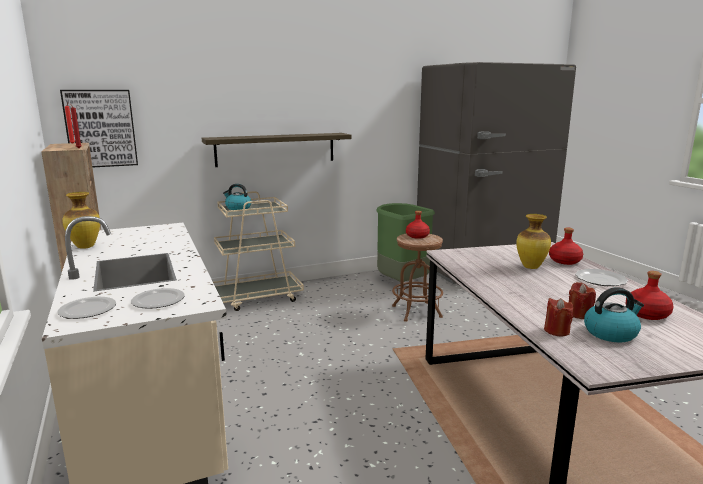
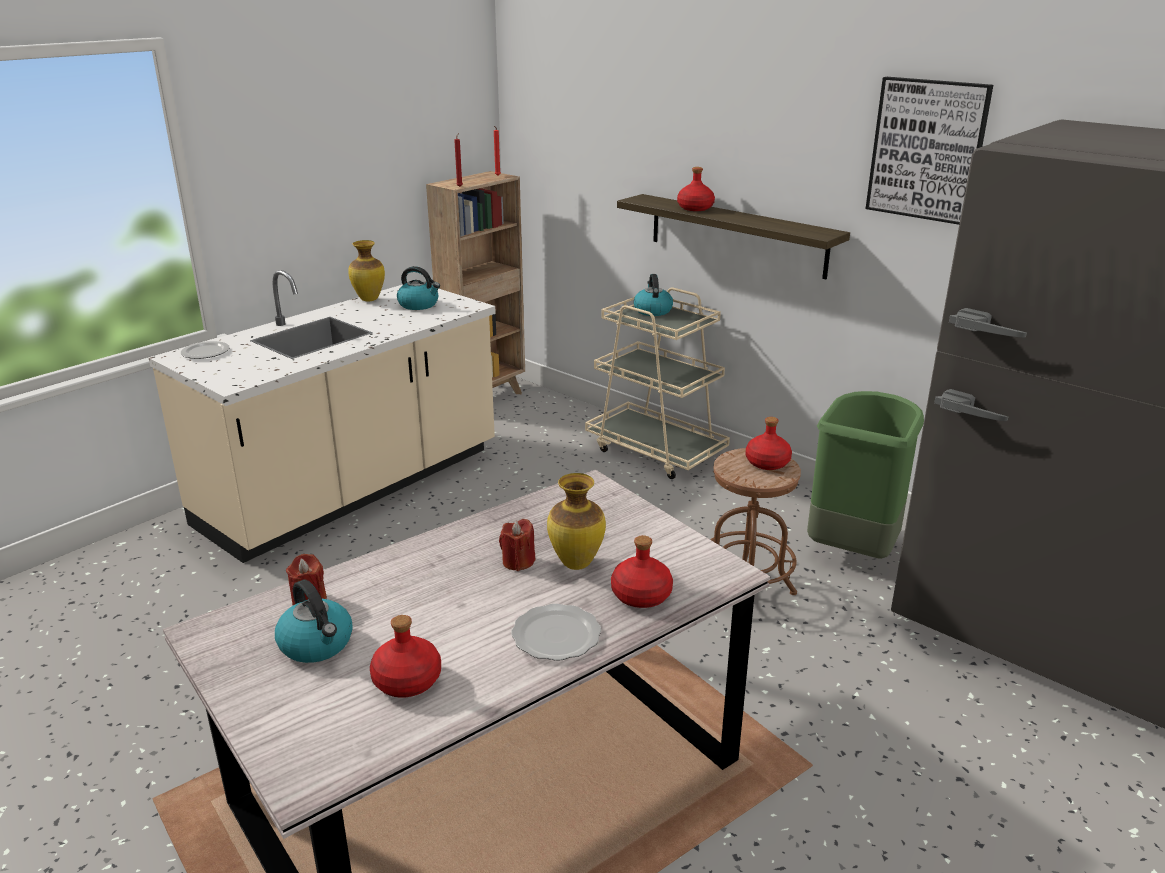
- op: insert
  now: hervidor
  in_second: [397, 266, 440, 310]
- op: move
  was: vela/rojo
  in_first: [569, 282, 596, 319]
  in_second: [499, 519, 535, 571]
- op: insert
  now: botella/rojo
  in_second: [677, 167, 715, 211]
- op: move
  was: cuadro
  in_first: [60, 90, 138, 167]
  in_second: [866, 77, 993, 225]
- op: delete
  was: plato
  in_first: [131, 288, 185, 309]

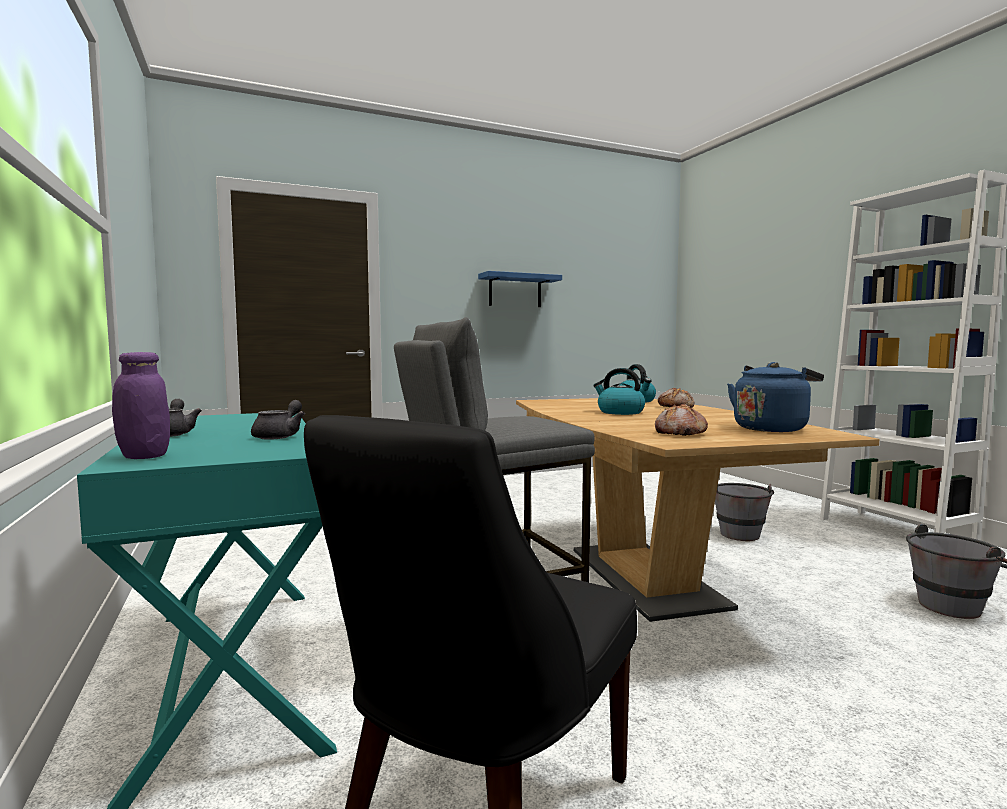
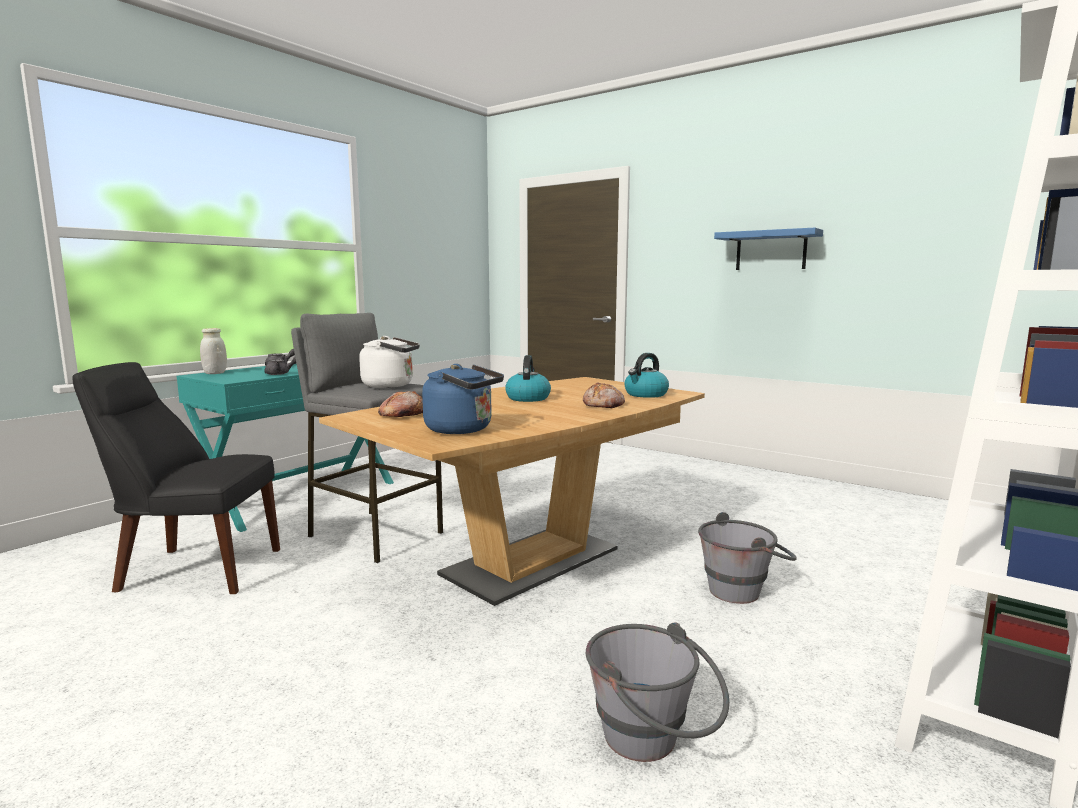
- op: recolor
  was: tarro/morado
  now: tarro/blanco
  in_first: [112, 352, 170, 459]
  in_second: [200, 328, 227, 374]
- op: insert
  now: hervidor/blanco
  in_second: [359, 336, 420, 388]

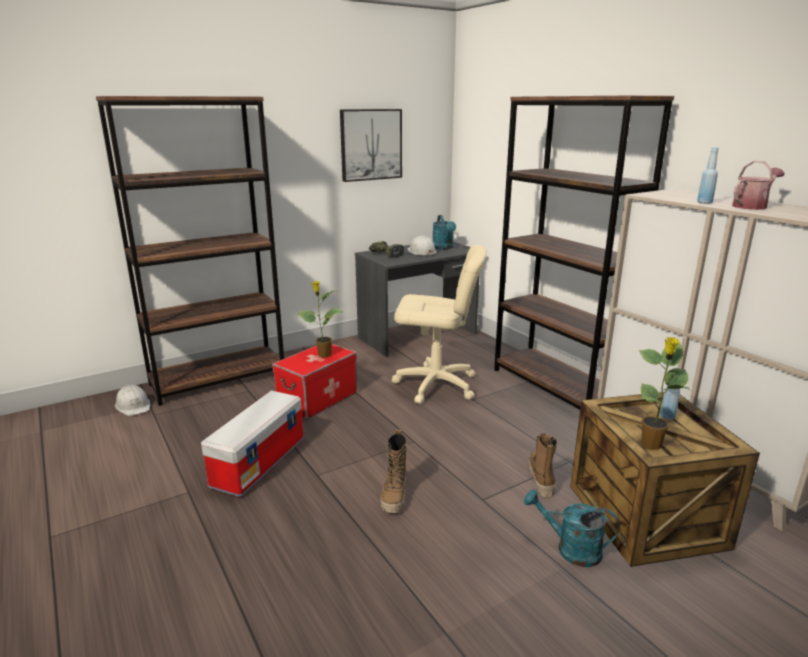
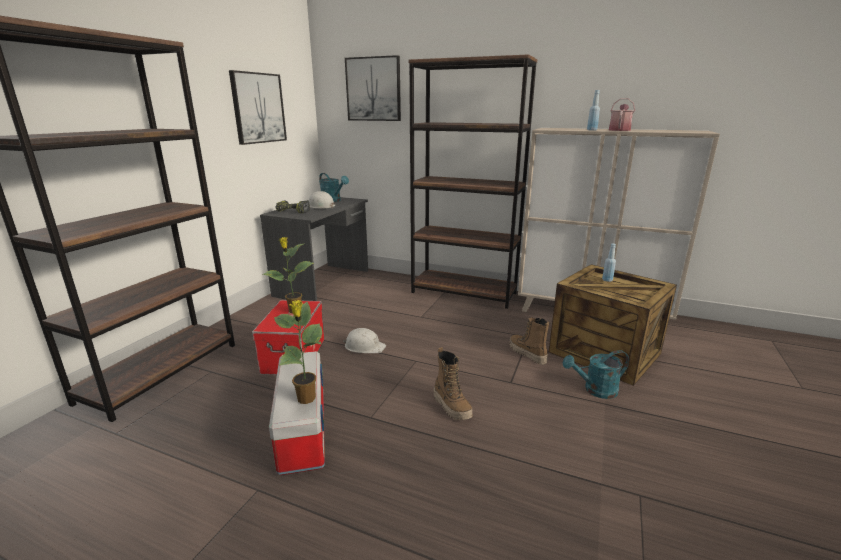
- op: move
  was: planta en maceta
  in_first: [639, 337, 690, 450]
  in_second: [274, 300, 323, 404]
- op: move
  was: casco/blanco
  in_first: [115, 385, 150, 416]
  in_second: [343, 328, 386, 353]
- op: insert
  now: cuadro
  in_second: [345, 55, 401, 121]
- op: delete
  was: silla de oficina/beis
  in_first: [392, 245, 487, 404]

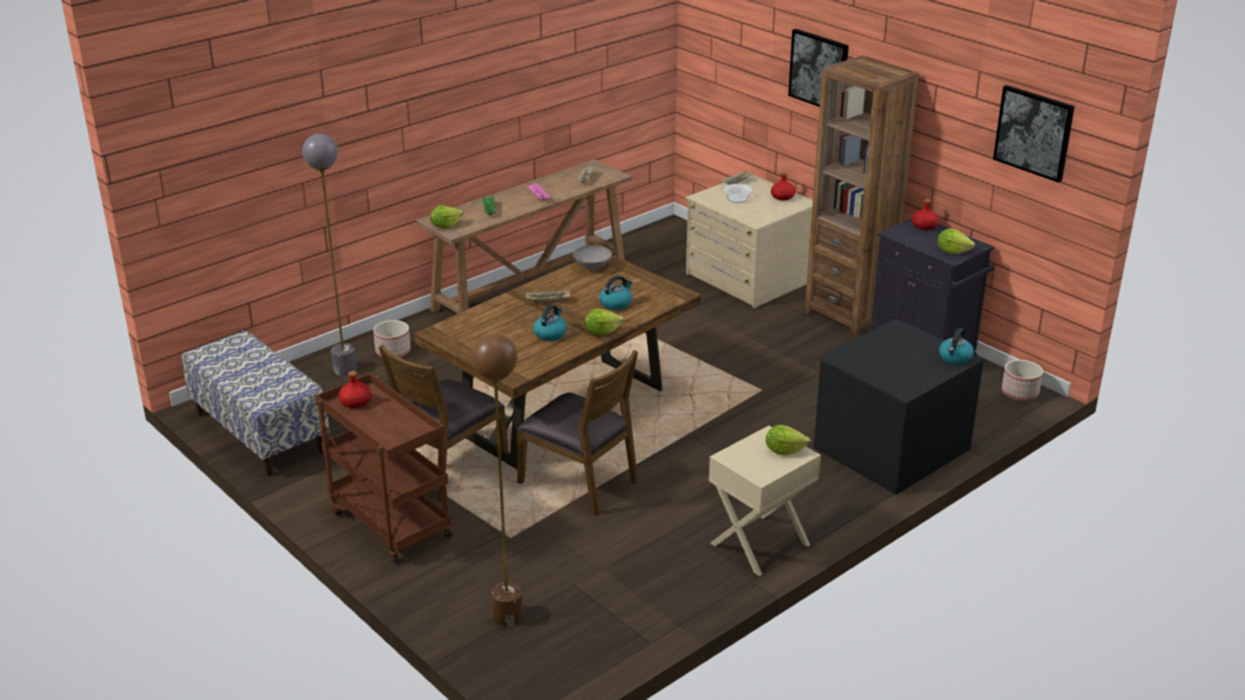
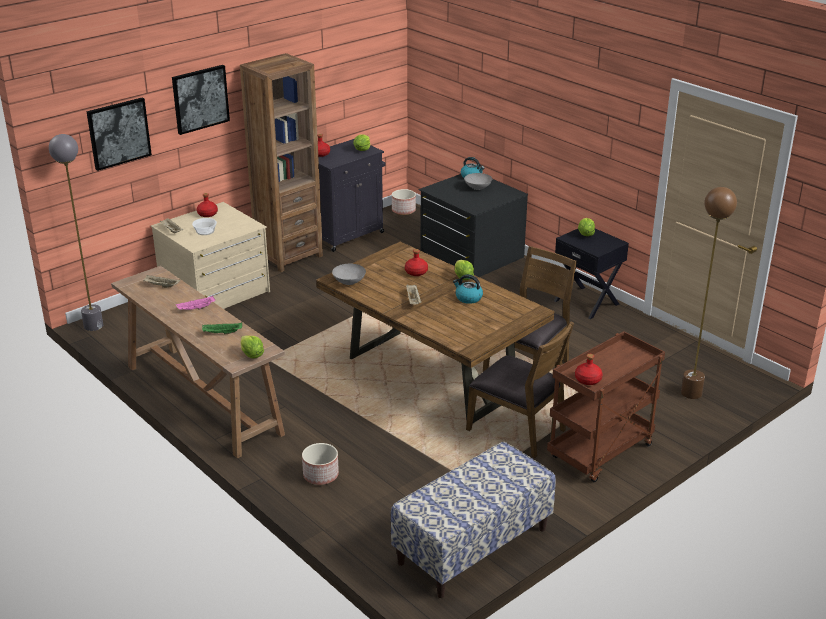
- op: move
  was: lámpara de pie/gris
  in_first: [302, 134, 357, 376]
  in_second: [49, 134, 103, 331]
- op: move
  was: cuadro
  in_first: [993, 85, 1075, 183]
  in_second: [86, 97, 152, 171]
- op: replace
  was: hervidor
  now: botella/rojo
  in_first: [600, 275, 632, 310]
  in_second: [405, 249, 428, 276]
- op: insert
  now: cuenco/gris
  in_second: [464, 173, 492, 190]
- op: recolor
  was: mesita de noche/beis
  now: mesita de noche/negro
  in_first: [709, 426, 821, 576]
  in_second: [554, 229, 629, 319]

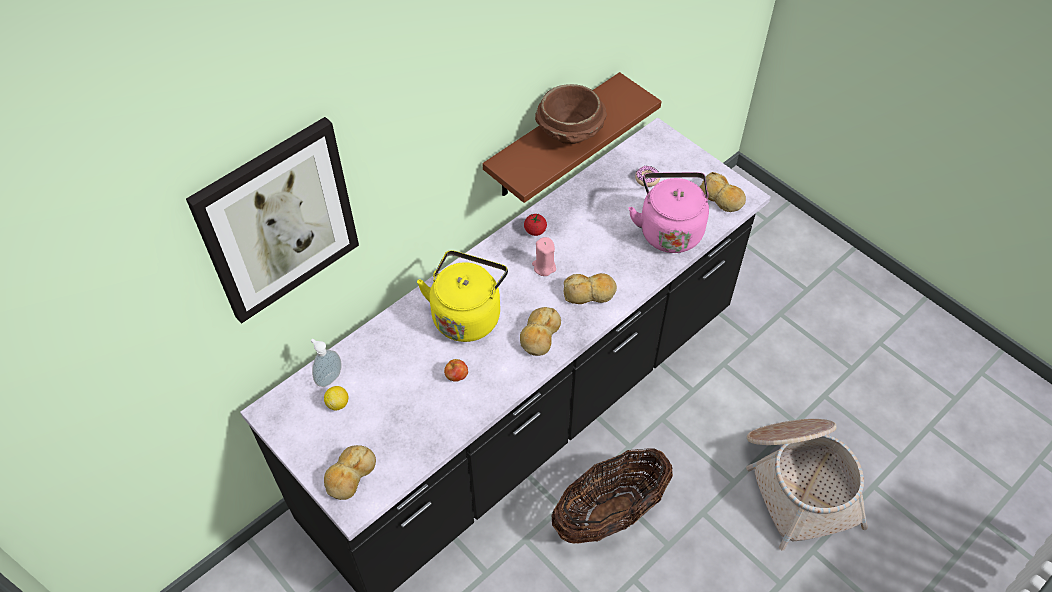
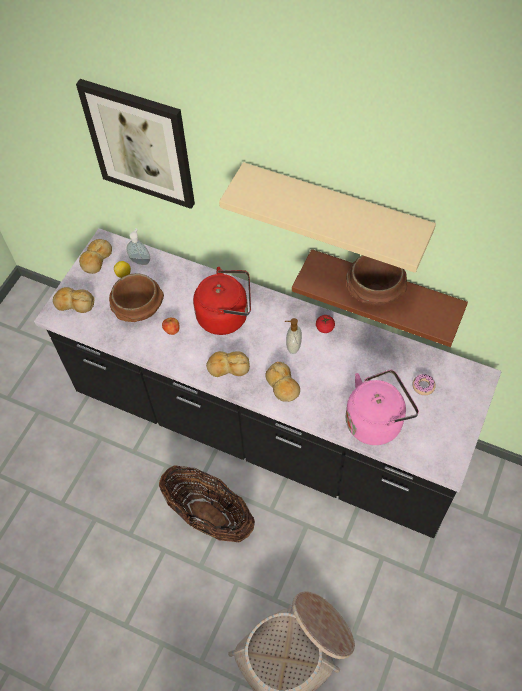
- op: move
  was: pan
  in_first: [700, 172, 746, 212]
  in_second: [79, 239, 112, 274]
- op: insert
  now: cuenco/marrón
  in_second: [109, 273, 164, 322]
- op: recolor
  was: hervidor/amarillo
  now: hervidor/rojo
  in_first: [417, 250, 508, 342]
  in_second: [193, 267, 251, 335]
- op: insert
  now: estante/beis
  in_second: [219, 162, 436, 273]
- op: replace
  was: vela/rosa
  now: dispensador de jabón
  in_first: [532, 237, 556, 276]
  in_second: [285, 318, 302, 354]

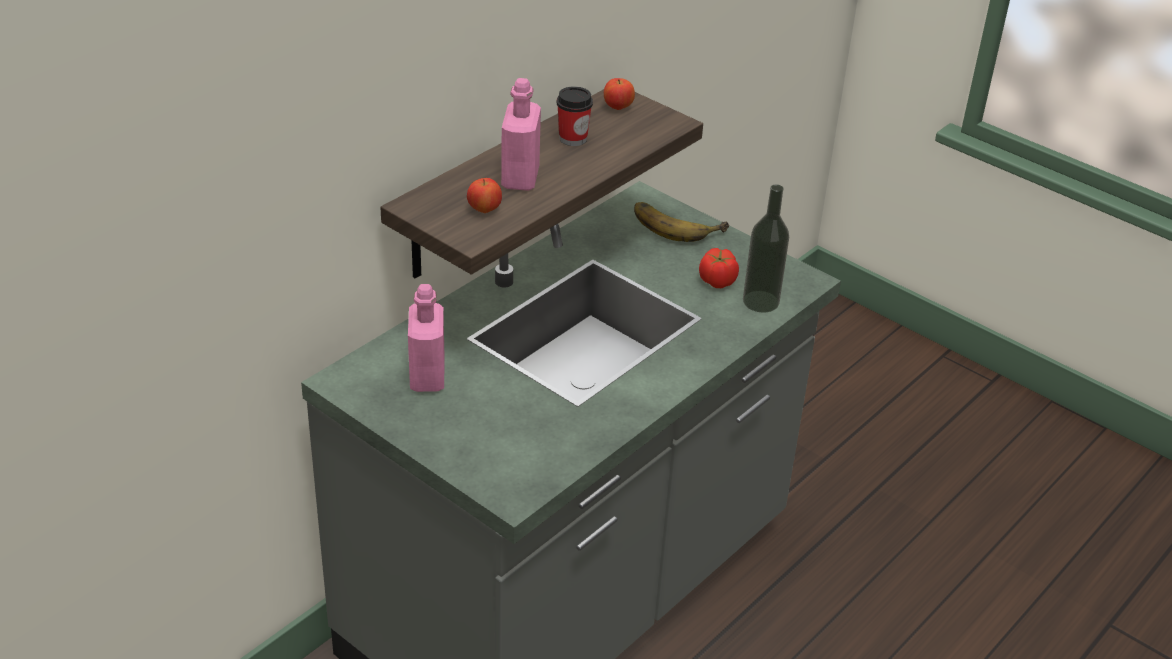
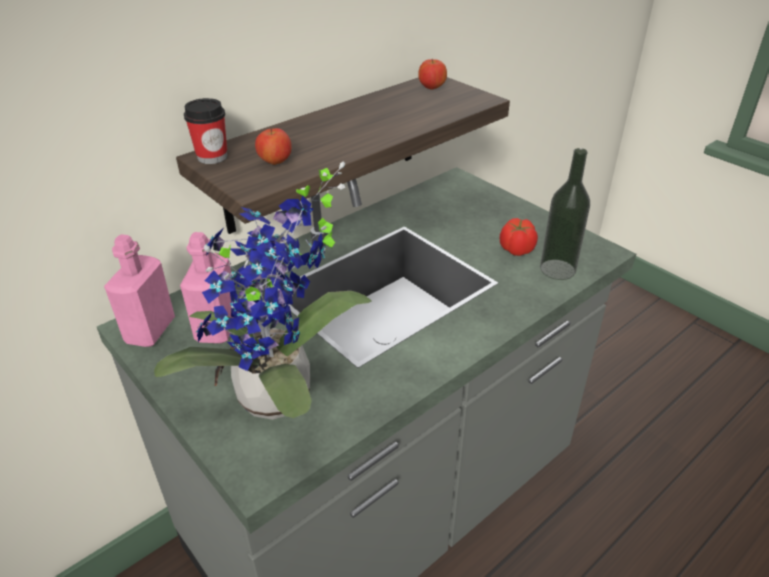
- op: move
  was: botella/rosa
  in_first: [501, 78, 541, 191]
  in_second: [104, 234, 175, 347]
- op: insert
  now: planta en maceta
  in_second: [154, 161, 371, 420]
- op: move
  was: taza
  in_first: [556, 86, 593, 146]
  in_second: [184, 98, 227, 164]
- op: delete
  was: plátano
  in_first: [634, 202, 729, 242]

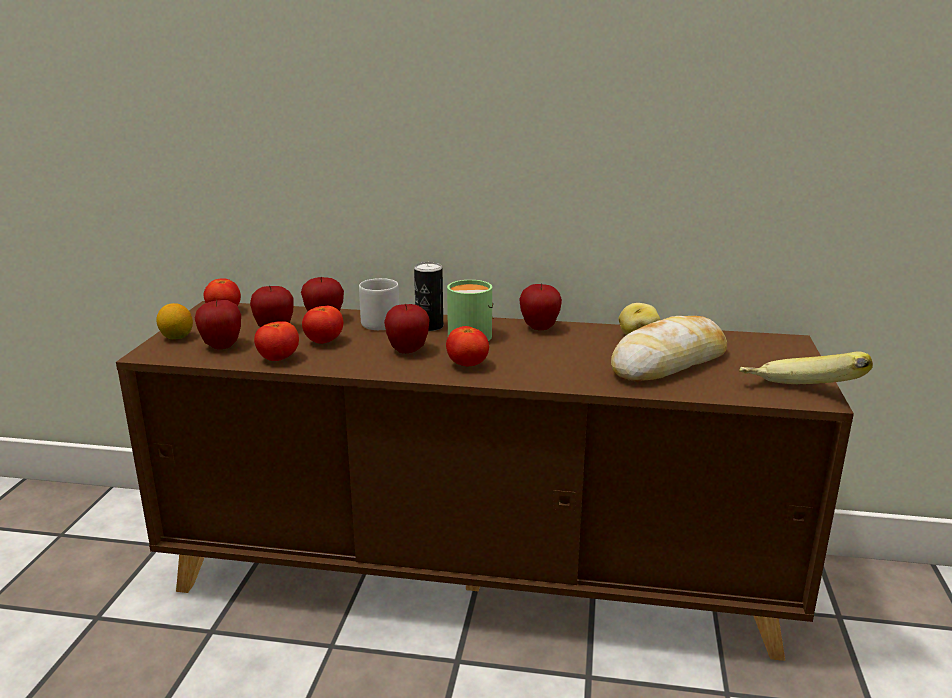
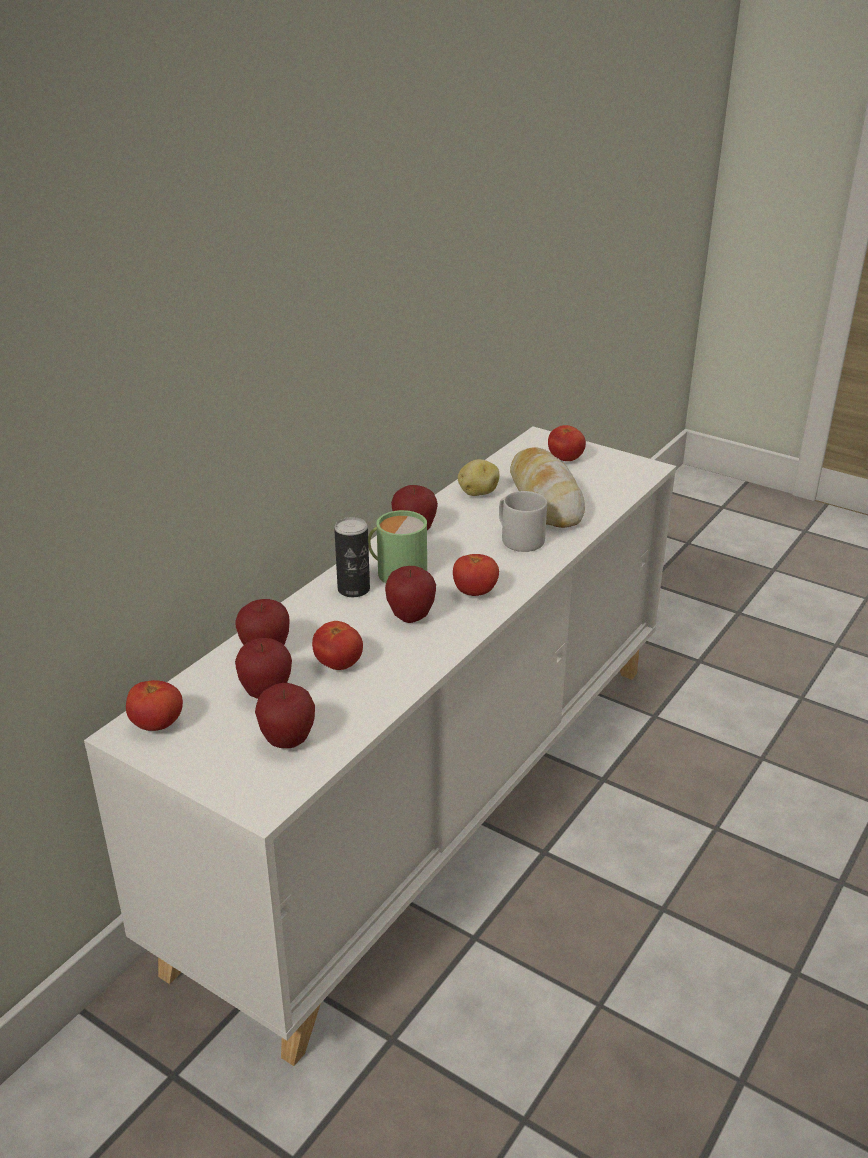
- op: recolor
  was: armario/marrón
  now: armario/blanco
  in_first: [116, 301, 854, 661]
  in_second: [84, 426, 676, 1066]
- op: move
  was: taza grande/gris
  in_first: [359, 278, 399, 330]
  in_second: [499, 491, 547, 552]
- op: move
  was: tomate
  in_first: [254, 321, 299, 361]
  in_second: [548, 425, 586, 461]
- op: delete
  was: limón
  in_first: [157, 303, 193, 339]
- op: delete
  was: plátano
  in_first: [739, 351, 873, 384]

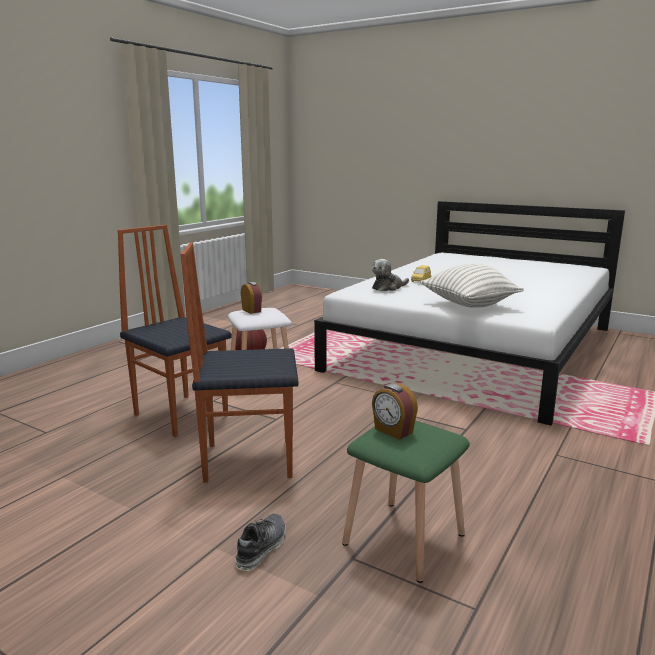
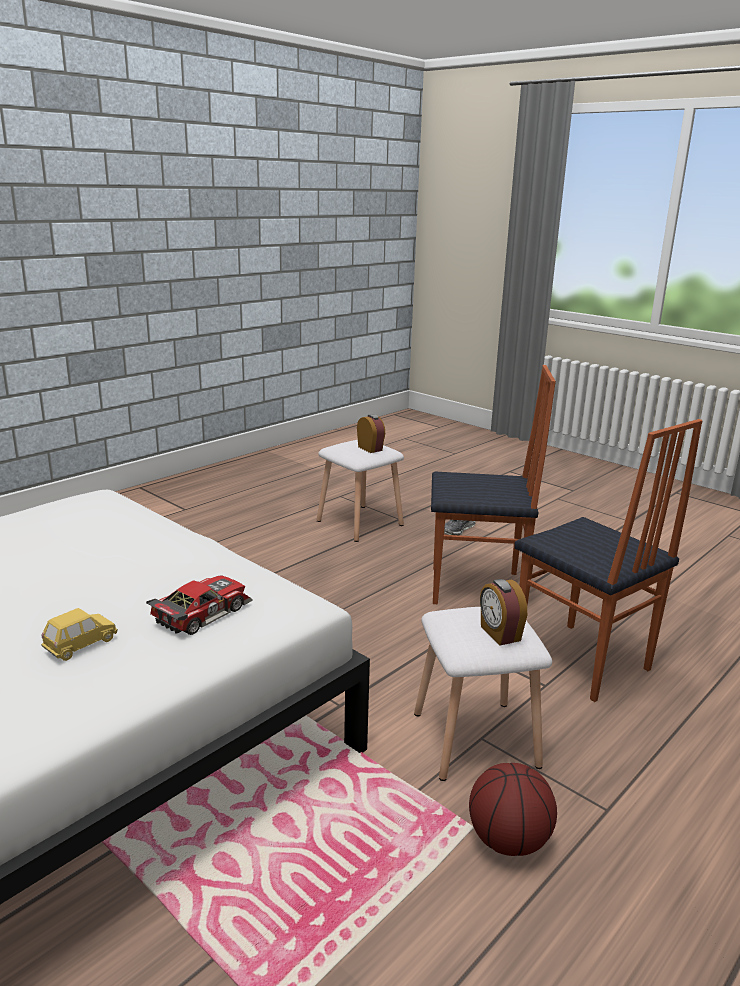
- op: replace
  was: peluche
  now: coche de juguete
  in_first: [372, 259, 409, 292]
  in_second: [146, 575, 253, 635]
- op: recolor
  was: taburete/verde
  now: taburete/blanco
  in_first: [342, 420, 470, 583]
  in_second: [317, 440, 404, 542]
- op: delete
  was: cojín
  in_first: [420, 264, 524, 308]

